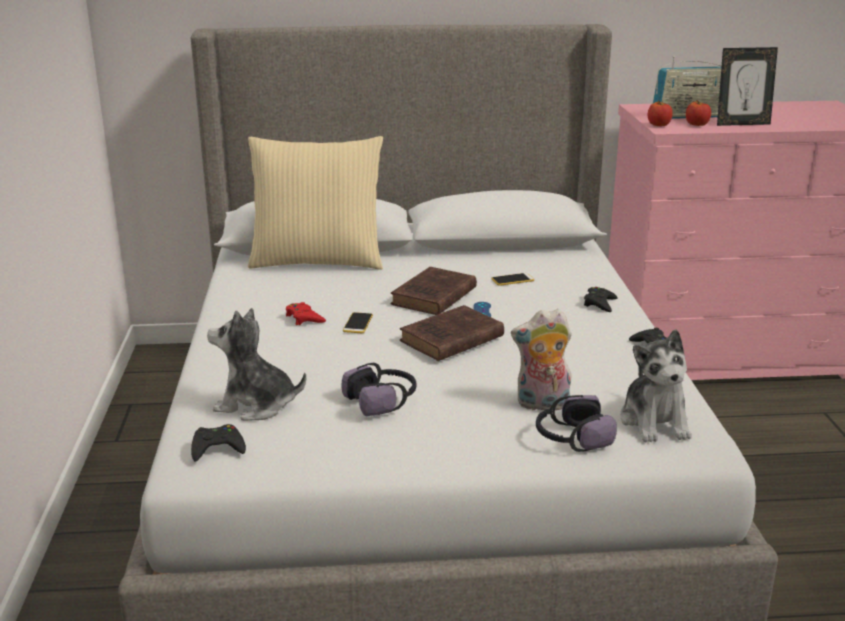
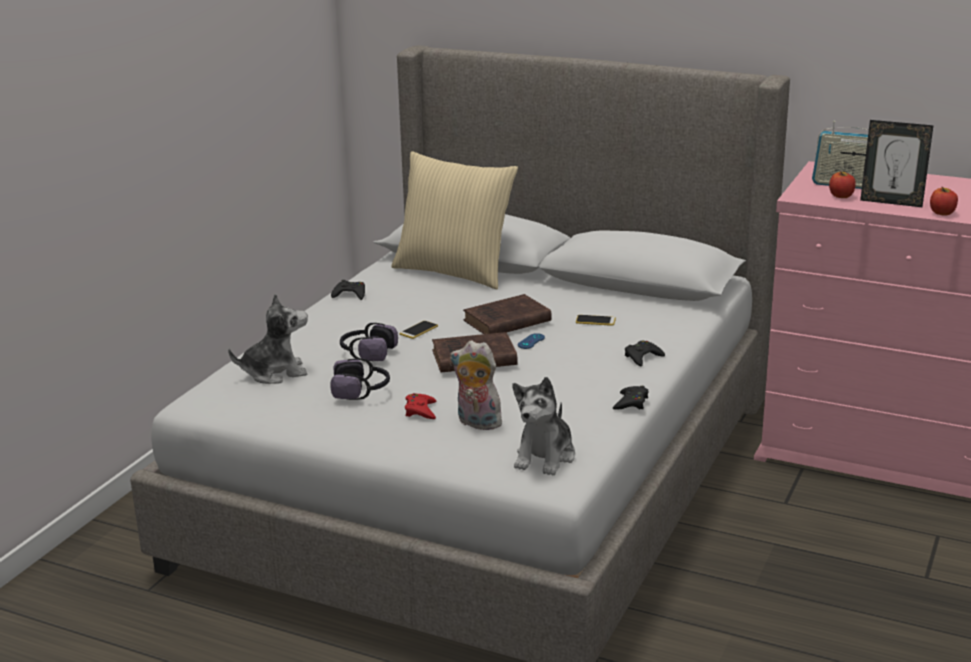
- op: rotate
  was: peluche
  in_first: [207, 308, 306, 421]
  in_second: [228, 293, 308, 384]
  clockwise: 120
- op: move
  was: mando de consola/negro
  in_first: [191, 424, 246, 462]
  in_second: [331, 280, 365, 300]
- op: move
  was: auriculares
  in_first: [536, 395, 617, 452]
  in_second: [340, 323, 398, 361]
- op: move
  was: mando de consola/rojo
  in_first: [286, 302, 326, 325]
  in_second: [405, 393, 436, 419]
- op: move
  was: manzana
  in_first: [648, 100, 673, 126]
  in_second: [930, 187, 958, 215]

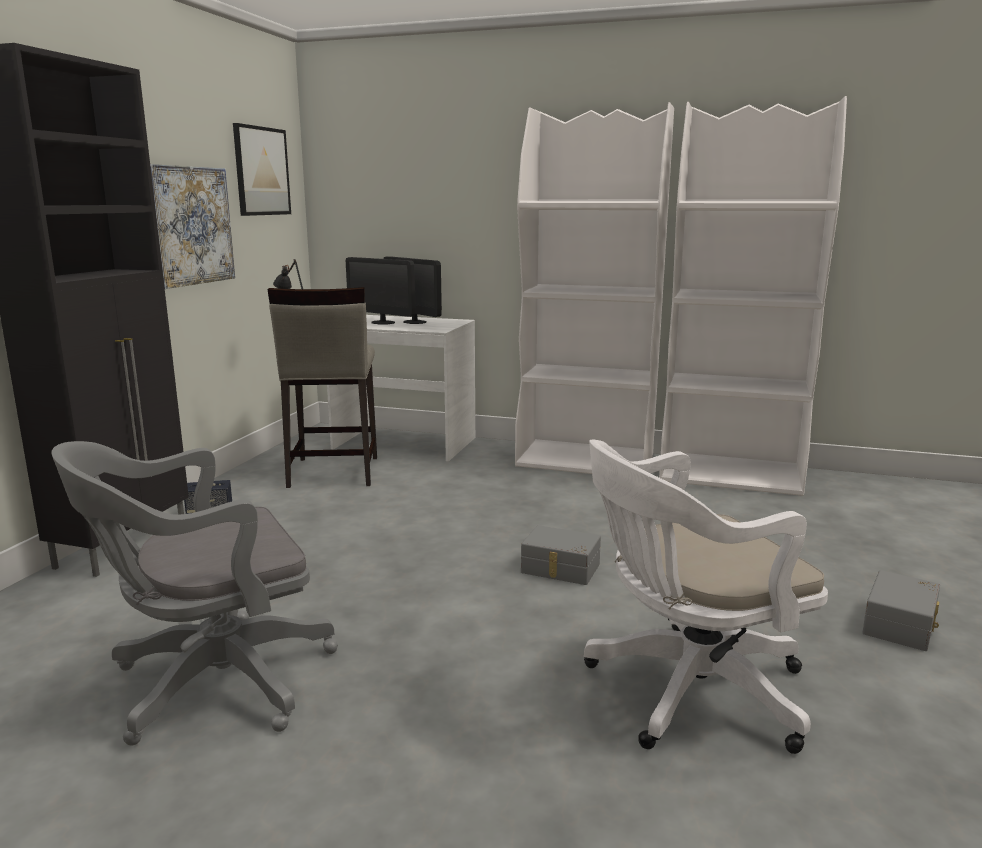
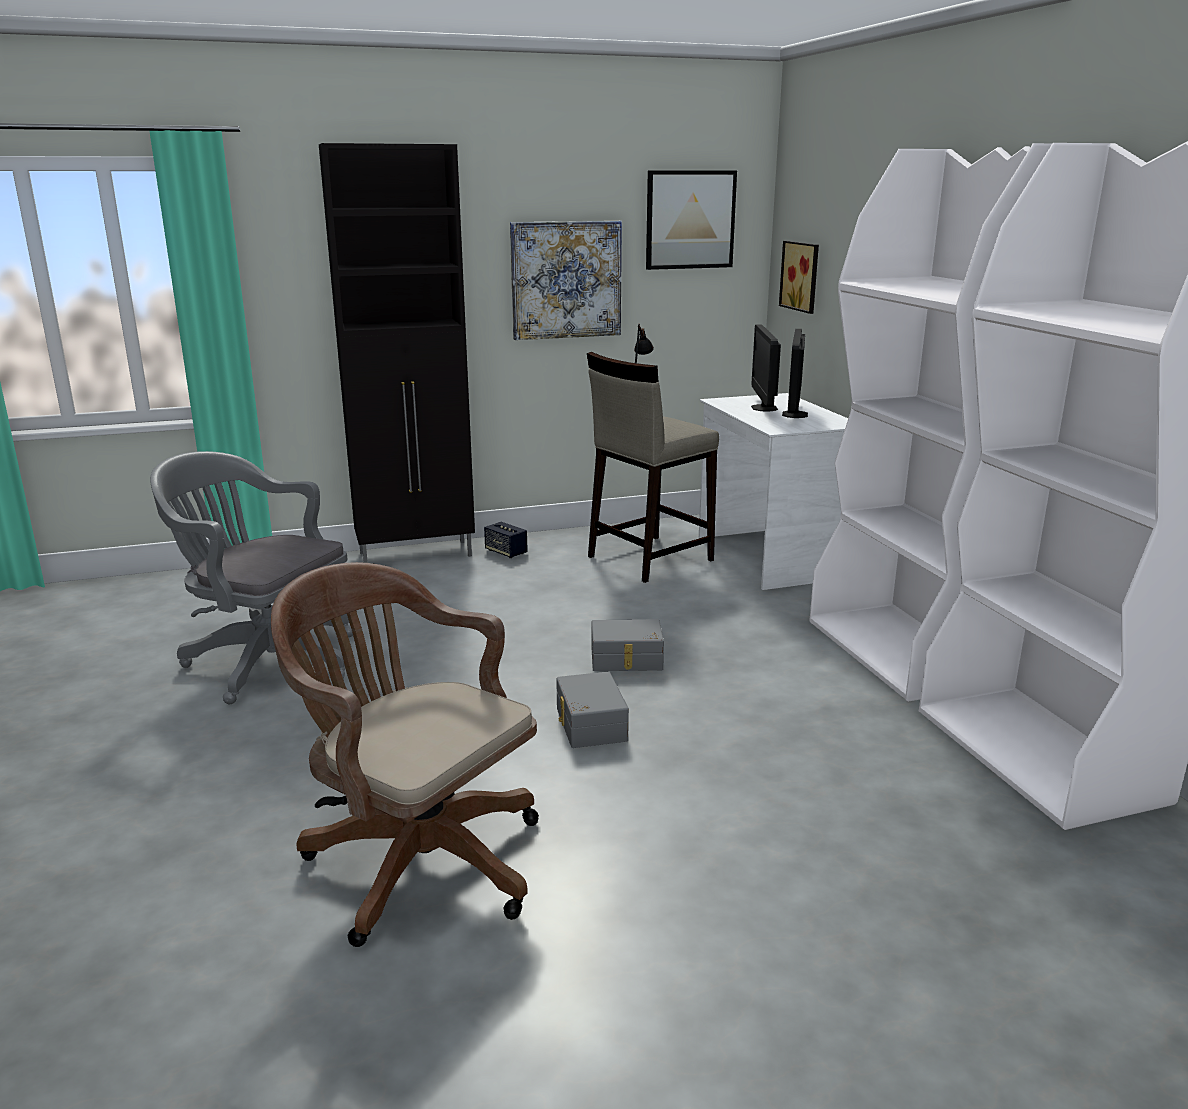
- op: recolor
  was: silla de oficina/blanco
  now: silla de oficina/marrón
  in_first: [584, 439, 828, 754]
  in_second: [271, 562, 539, 947]
- op: move
  was: caja de almacenaje/gris
  in_first: [862, 570, 940, 651]
  in_second: [591, 619, 664, 671]
- op: insert
  now: cuadro
  in_second: [779, 241, 819, 314]

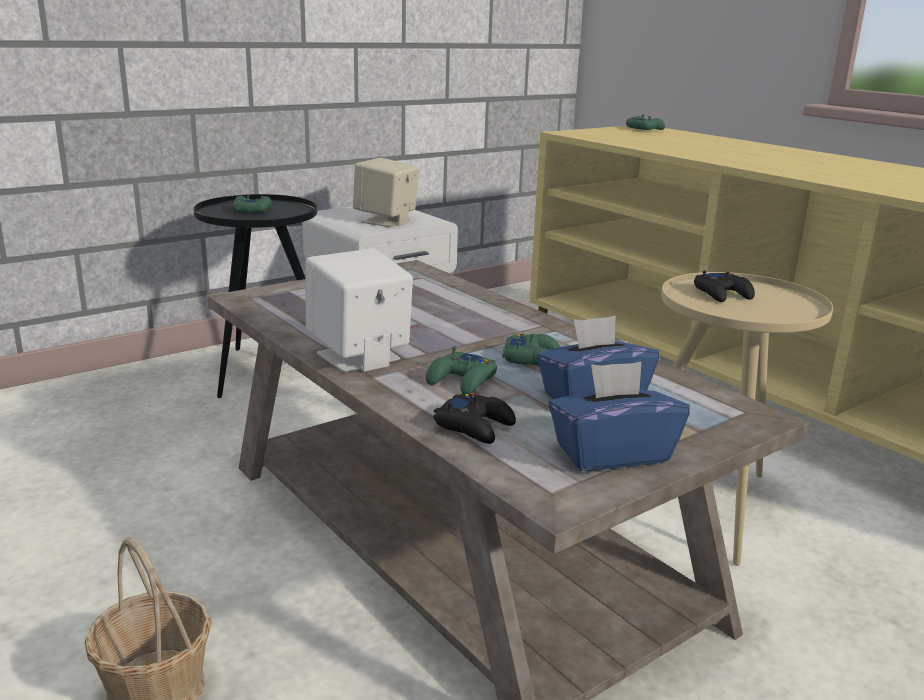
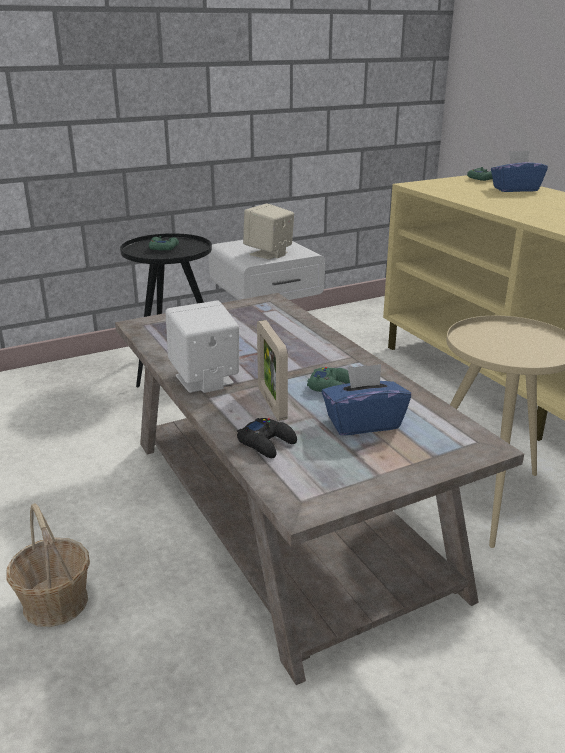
- op: replace
  was: mando de consola/verde
  now: portarretratos
  in_first: [426, 347, 497, 394]
  in_second: [257, 320, 288, 421]
- op: move
  was: caja de pañuelos/azul
  in_first: [548, 362, 690, 471]
  in_second: [491, 150, 548, 192]
- op: delete
  was: mando de consola/negro
  in_first: [694, 270, 755, 302]

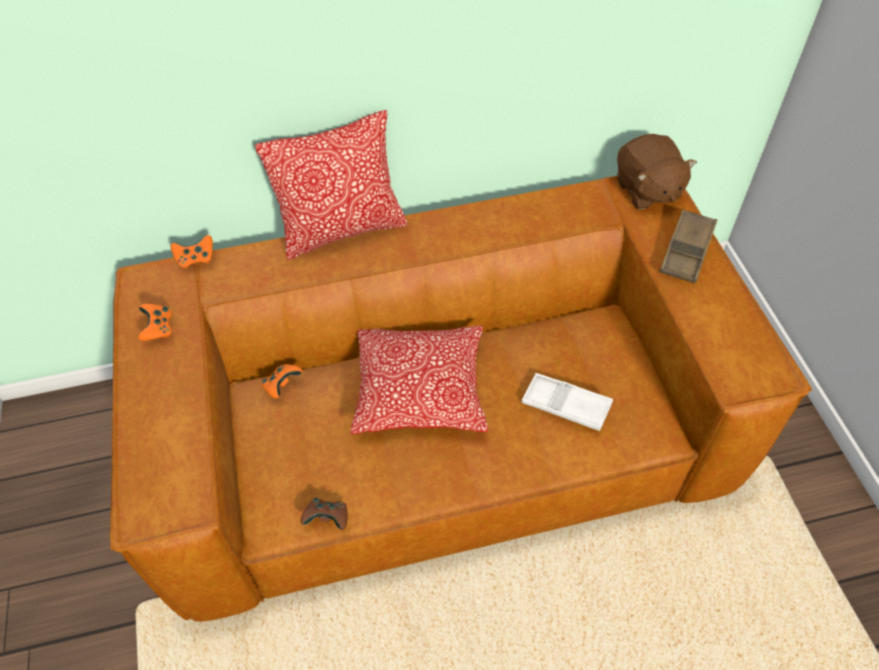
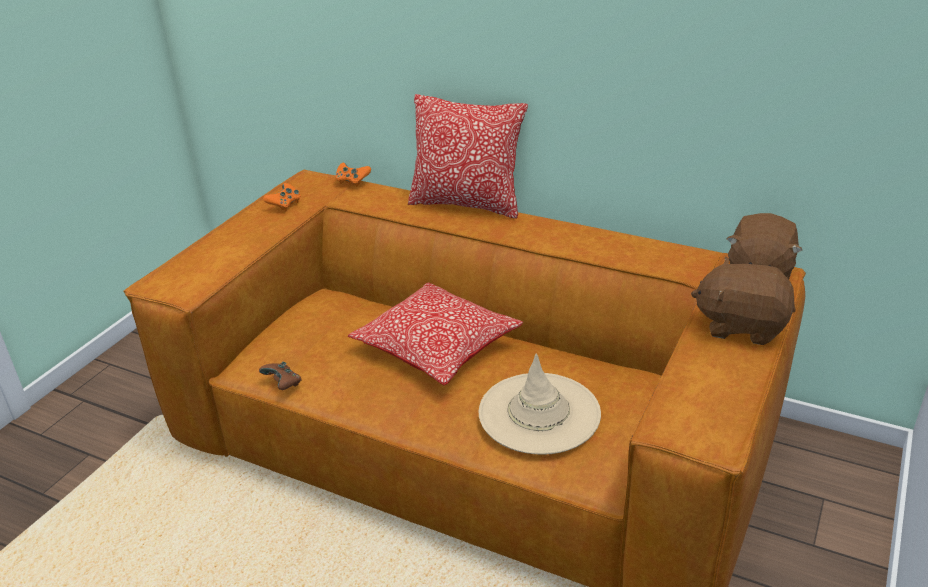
- op: replace
  was: bandeja/blanco
  now: sombrero/beis
  in_first: [521, 373, 613, 431]
  in_second: [479, 353, 601, 455]
- op: replace
  was: bandeja/marrón
  now: peluche/marrón
  in_first: [659, 209, 717, 283]
  in_second: [691, 257, 796, 345]
- op: delete
  was: mando de consola/naranja
  in_first: [262, 364, 303, 398]

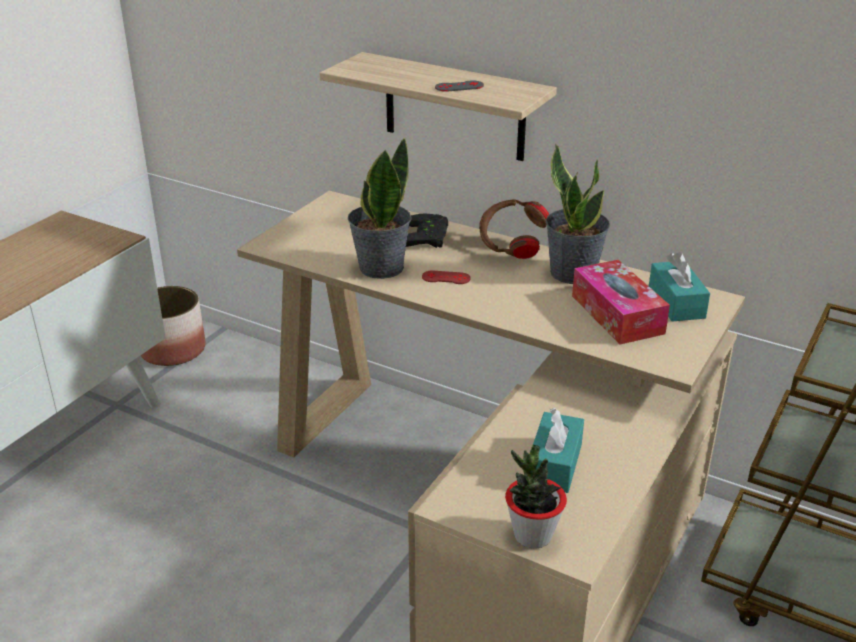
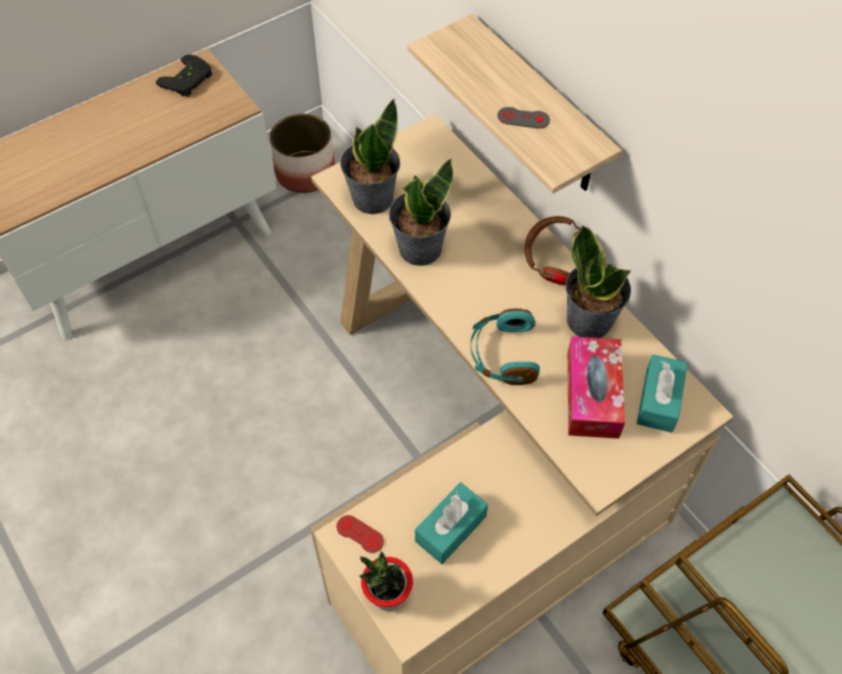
- op: move
  was: mando de consola/negro
  in_first: [406, 214, 448, 248]
  in_second: [156, 54, 212, 97]
- op: move
  was: mando de consola/rojo
  in_first: [422, 271, 471, 284]
  in_second: [336, 515, 384, 553]
- op: insert
  now: planta en maceta
  in_second: [340, 99, 400, 214]
- op: insert
  now: auriculares/turquesa
  in_second: [471, 308, 540, 385]

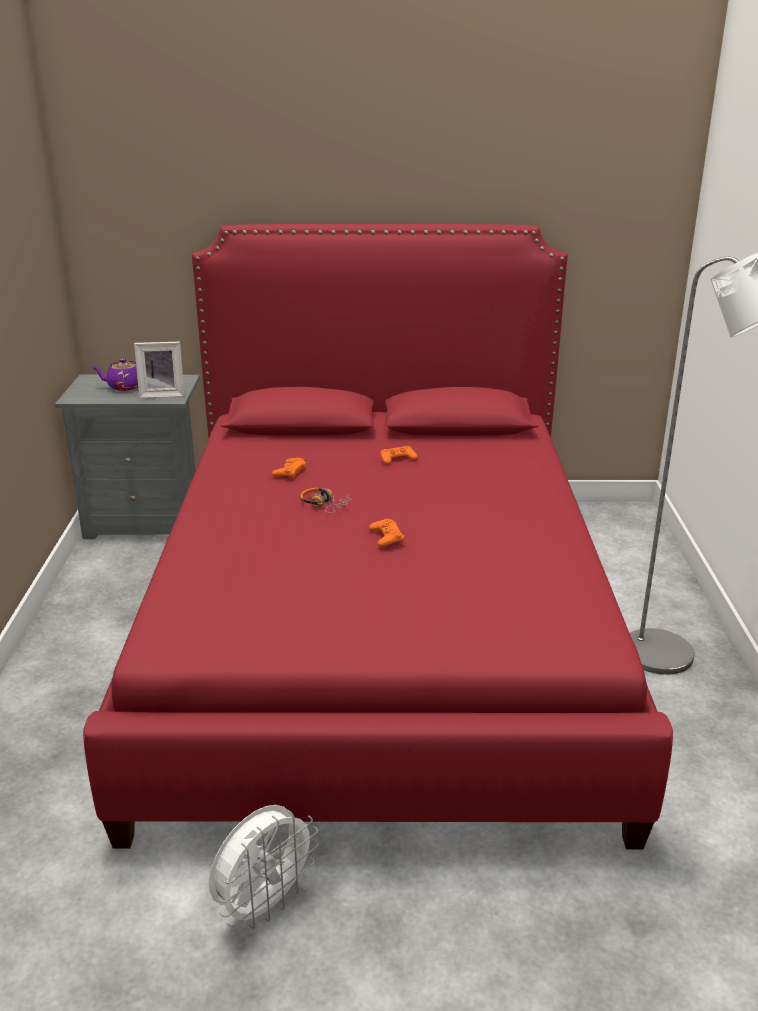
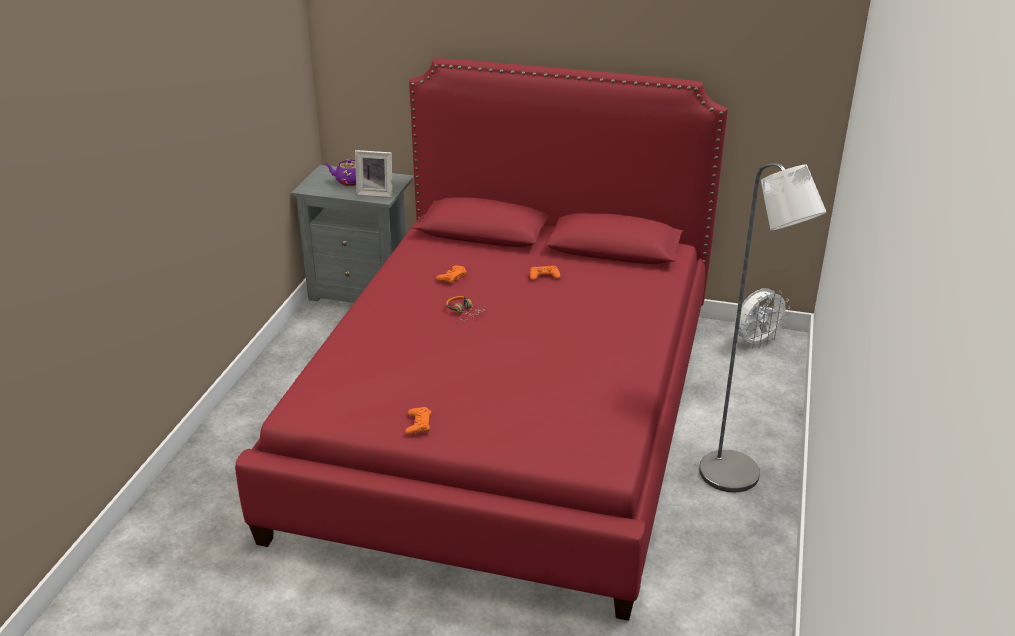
- op: move
  was: mando de consola/naranja
  in_first: [369, 519, 404, 547]
  in_second: [405, 407, 431, 435]
- op: move
  was: ventilador/blanco
  in_first: [209, 805, 319, 929]
  in_second: [735, 288, 790, 348]

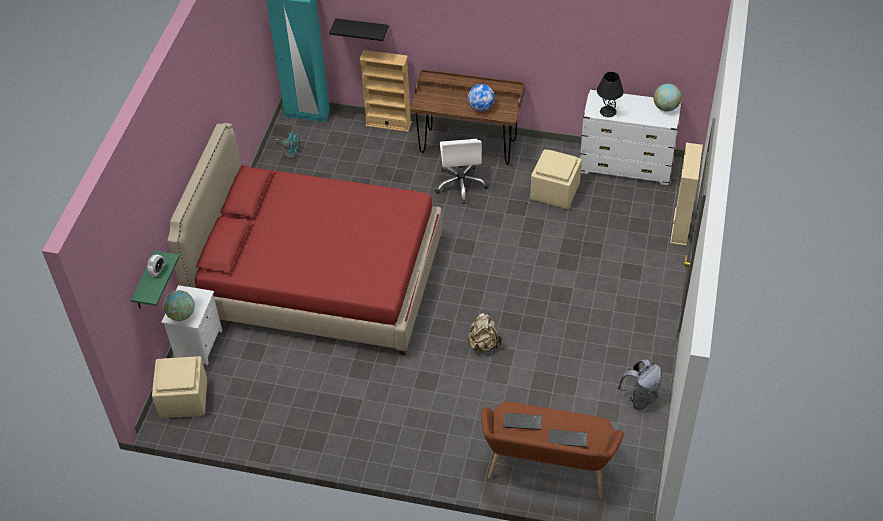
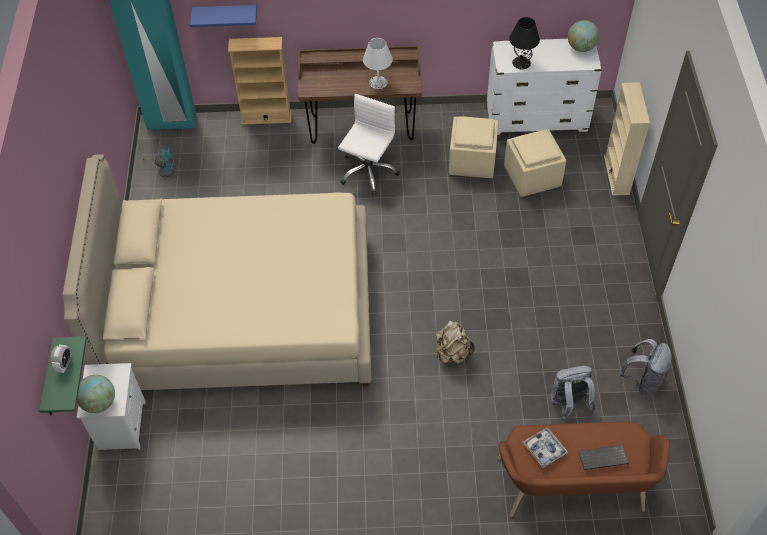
- op: recolor
  was: cama/rojo
  now: cama/beis
  in_first: [167, 123, 442, 355]
  in_second: [63, 155, 372, 390]
- op: recolor
  was: estante/negro
  now: estante/azul
  in_first: [329, 18, 389, 41]
  in_second: [190, 5, 257, 27]
- op: rotate
  was: silla de oficina/blanco
  in_first: [435, 139, 488, 204]
  in_second: [338, 94, 399, 195]
  clockwise: -135
- op: replace
  was: globo terráqueo
  now: lámpara de mesa/blanco
  in_first: [468, 84, 495, 111]
  in_second: [363, 38, 393, 89]
- op: move
  was: puf/beis
  in_first: [152, 356, 207, 418]
  in_second: [504, 129, 566, 197]
- op: replace
  was: teclado
  now: bandeja
  in_first: [503, 413, 542, 430]
  in_second: [523, 428, 568, 468]
- op: insert
  now: mochila/gris
  in_second: [551, 366, 595, 420]

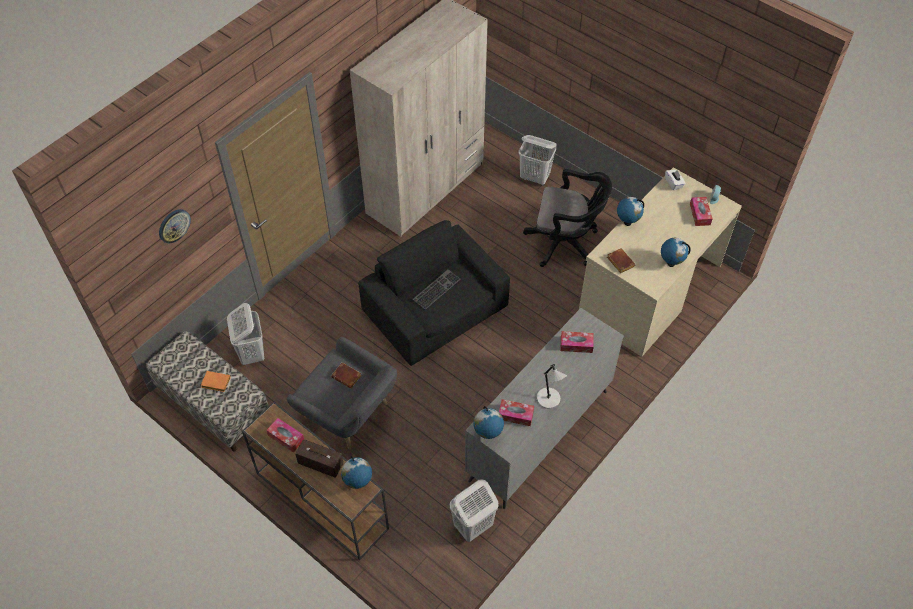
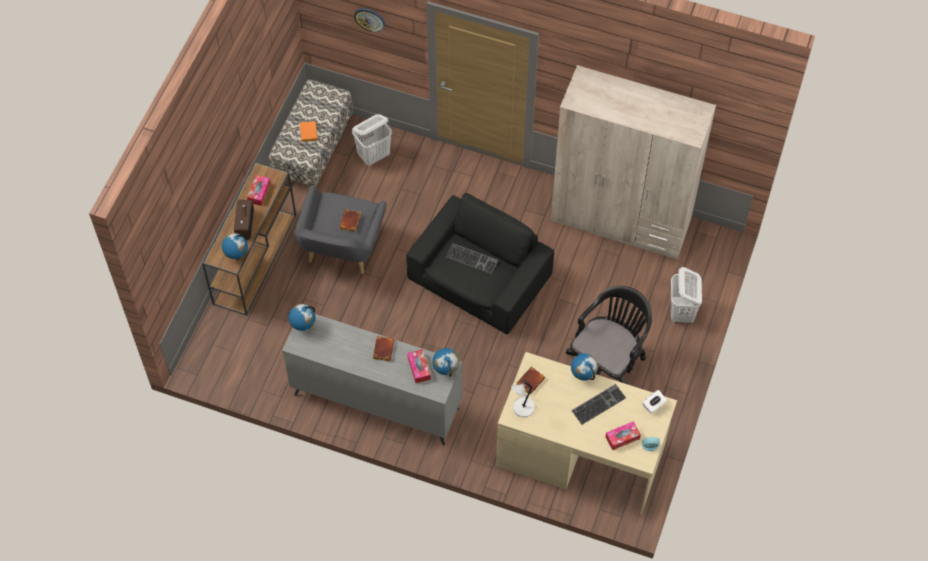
- op: insert
  now: libro/marrón
  in_second: [373, 336, 394, 361]
- op: move
  was: globo terráqueo
  in_first: [661, 238, 691, 267]
  in_second: [432, 348, 459, 377]
- op: move
  was: lámpara de mesa/gris
  in_first: [536, 364, 567, 409]
  in_second: [511, 380, 535, 417]
- op: rotate
  was: silla de oficina/negro
  in_first: [523, 169, 612, 267]
  in_second: [566, 286, 652, 384]
  clockwise: -135
- op: insert
  now: teclado
  in_second: [571, 384, 626, 425]
- op: delete
  was: cesto de la ropa/blanco
  in_first: [450, 480, 498, 542]
- op: delete
  was: caja de pañuelos
  in_first: [499, 399, 534, 426]

